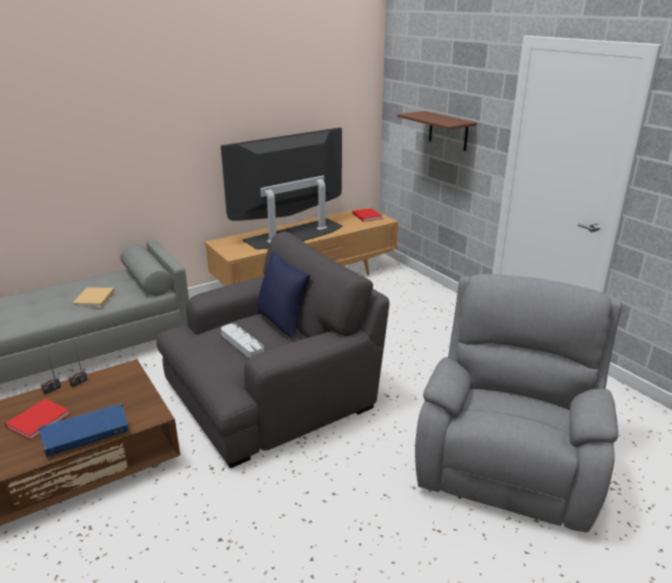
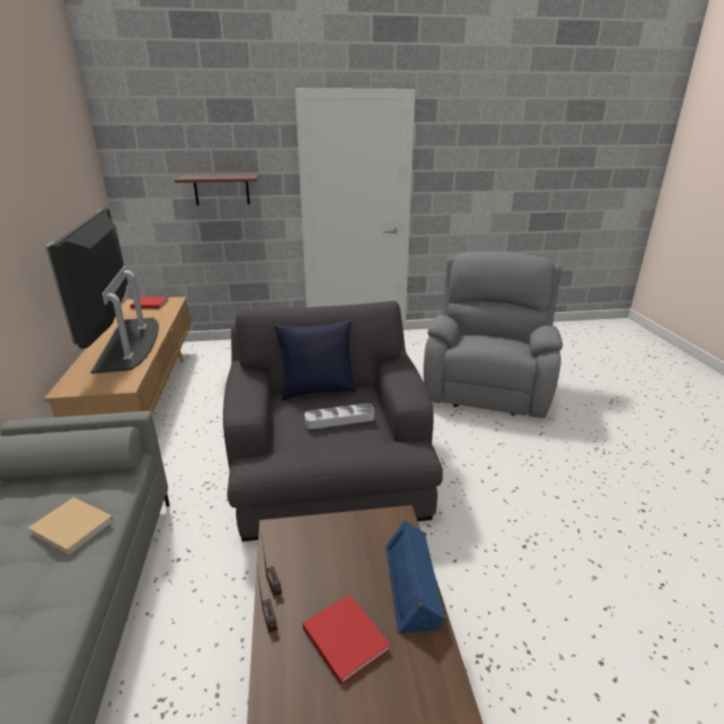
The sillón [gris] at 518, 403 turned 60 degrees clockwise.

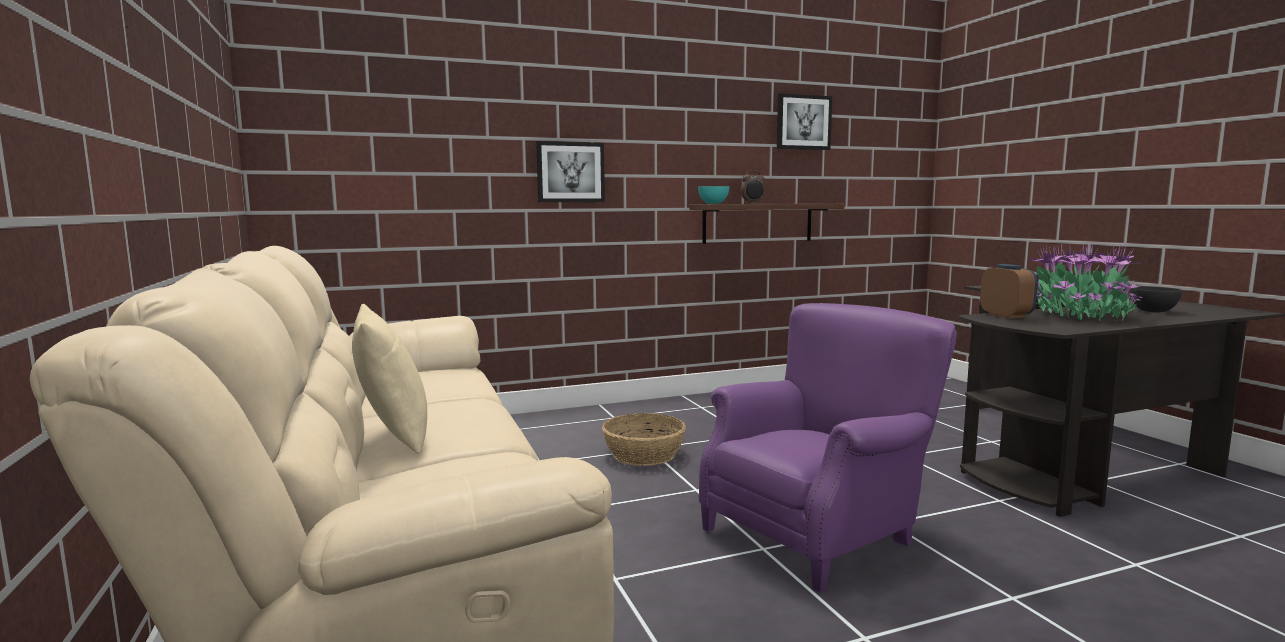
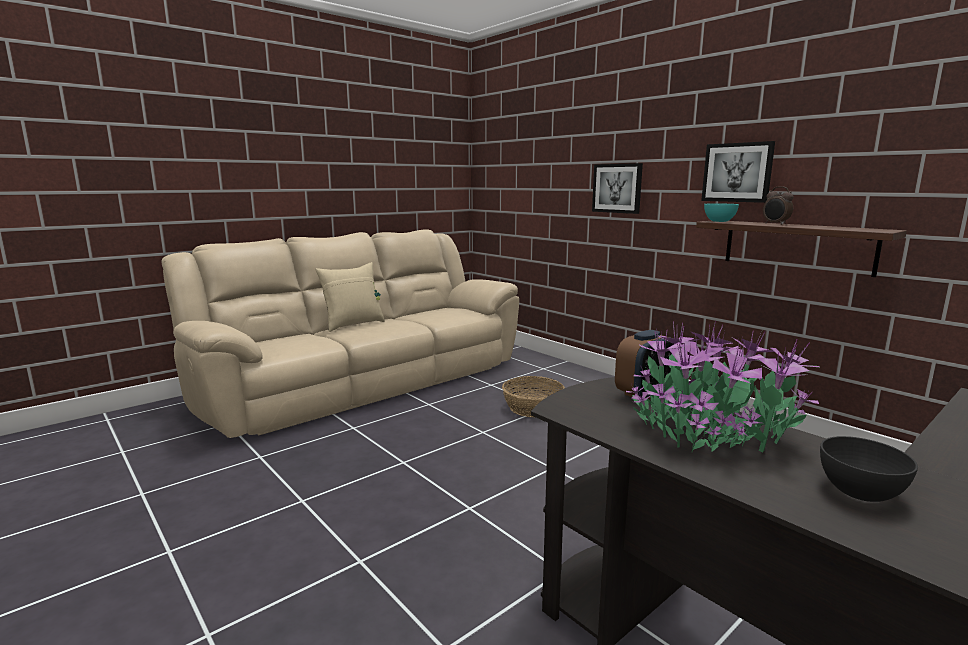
The sillón [morado] at 828, 448 disappeared. The cuadro moved from 804, 121 to 738, 172.

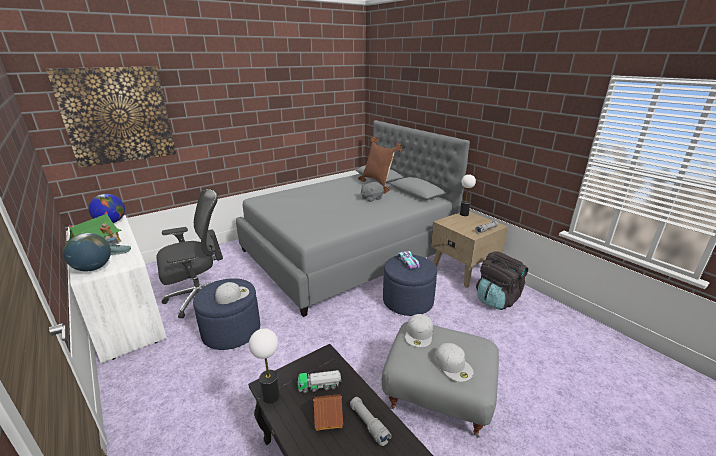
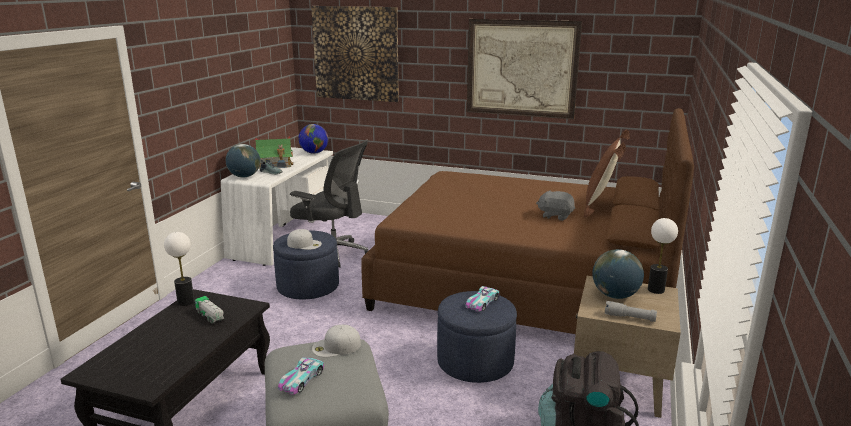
The cama [gris] at 353, 218 became the cama [marrón] at 527, 221. The casita at 328, 412 disappeared. The linterna [gris] at 371, 421 disappeared. The gorra [blanco] at 454, 362 was replaced by the coche de juguete at 301, 376. The cuadro at 524, 69 appeared. The globo terráqueo at 618, 274 appeared.

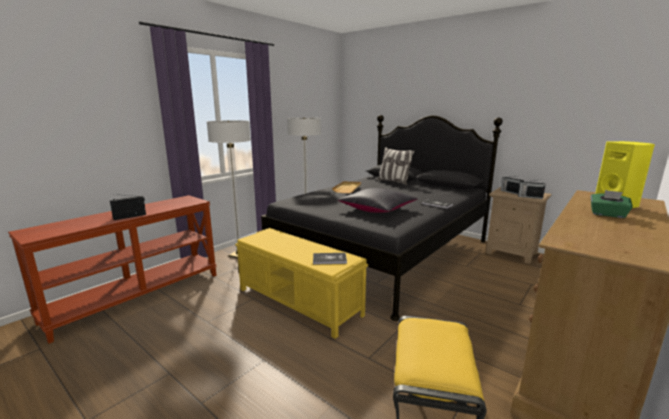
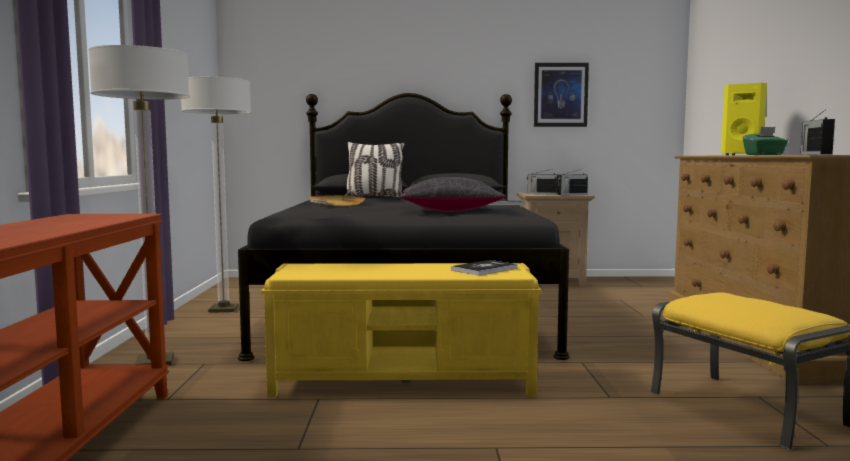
The radio moved from 128, 207 to 817, 132. The cuadro at 561, 95 appeared.

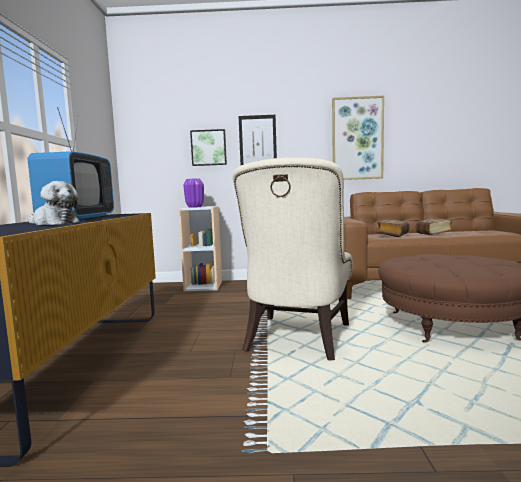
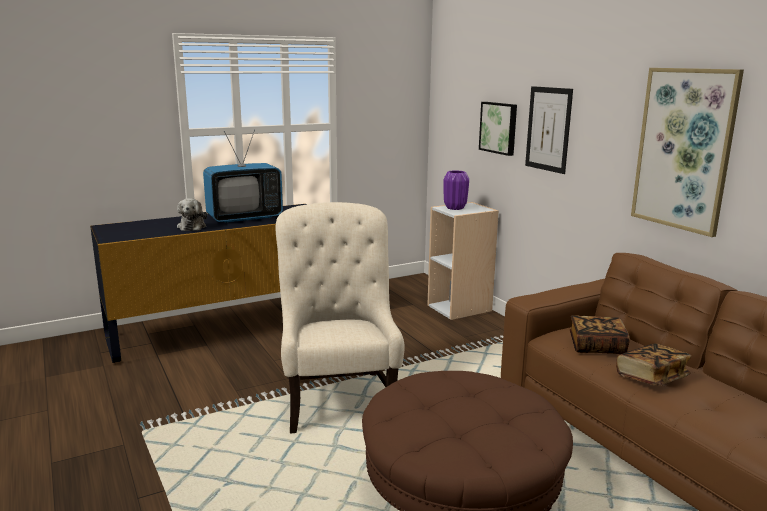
The sillón [beis] at 293, 259 turned 90 degrees clockwise.

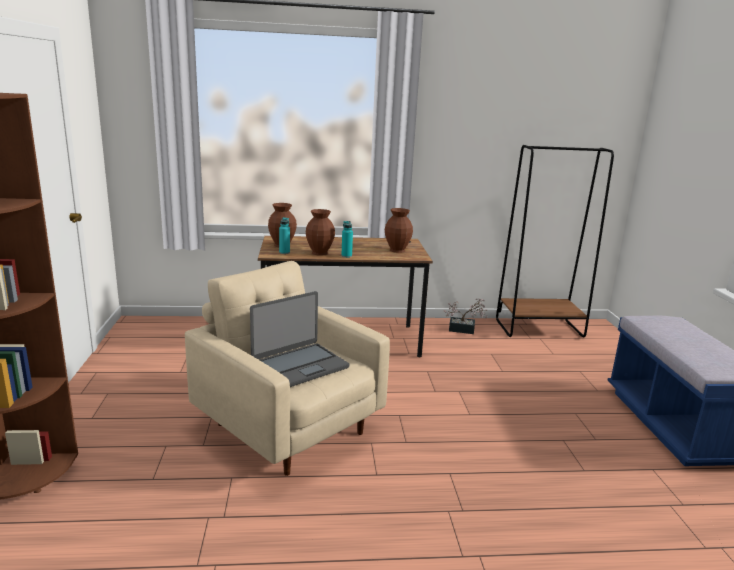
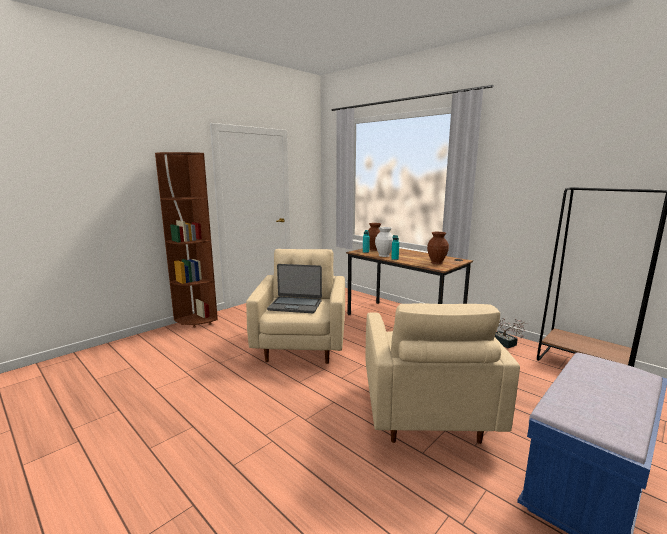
The florero [marrón] at 320, 232 became the florero [blanco] at 384, 242. The sillón [beis] at 443, 373 appeared.

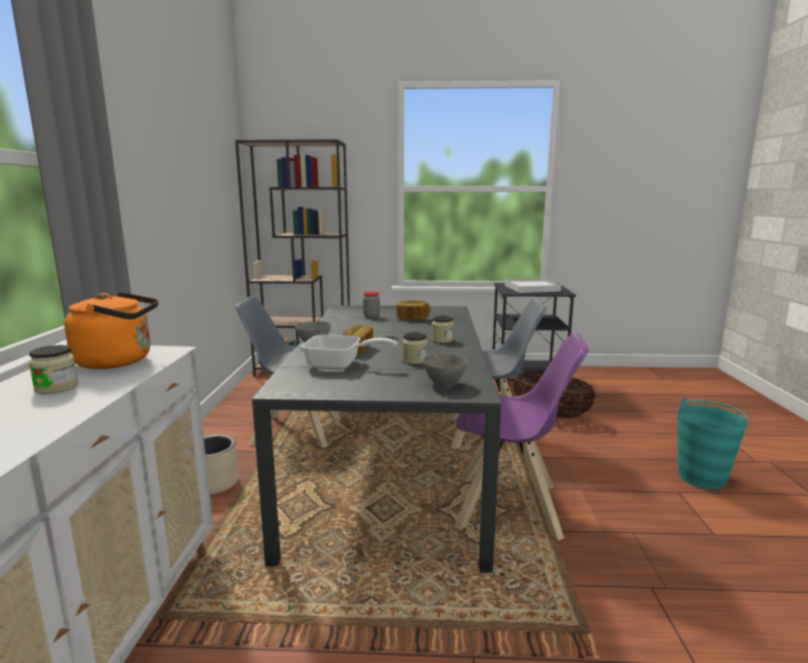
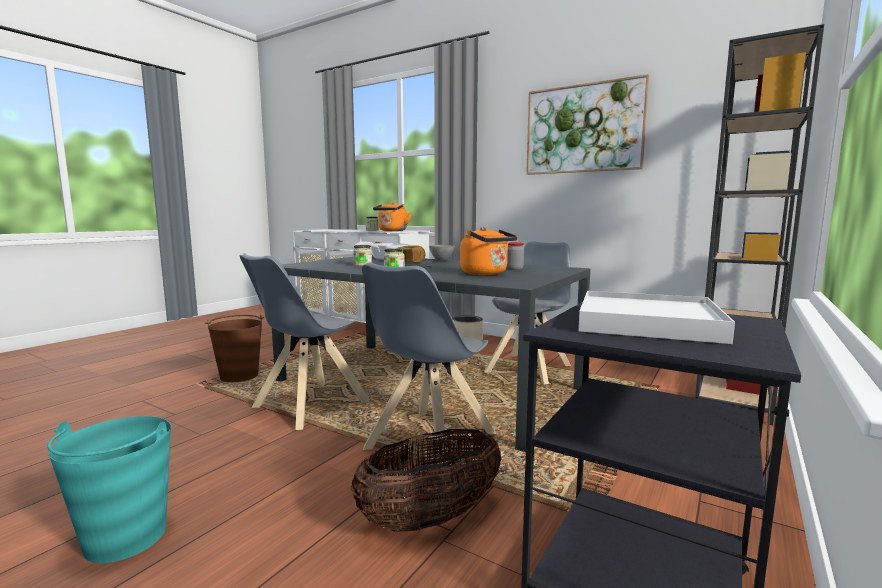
The pan at 413, 310 was replaced by the hervidor [naranja] at 489, 251. The cuenco [gris] at 444, 370 disappeared. The silla [morado] at 521, 437 became the silla [gris] at 304, 341. The cubo [marrón] at 234, 348 appeared. The cuadro at 587, 124 appeared.

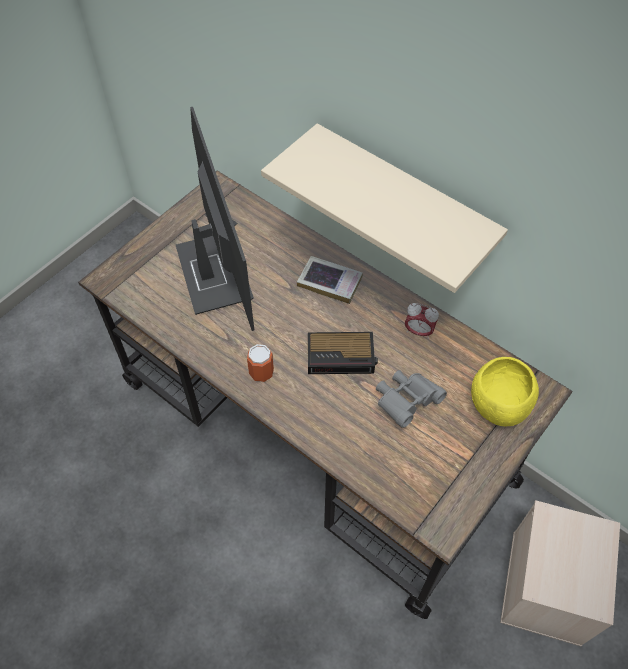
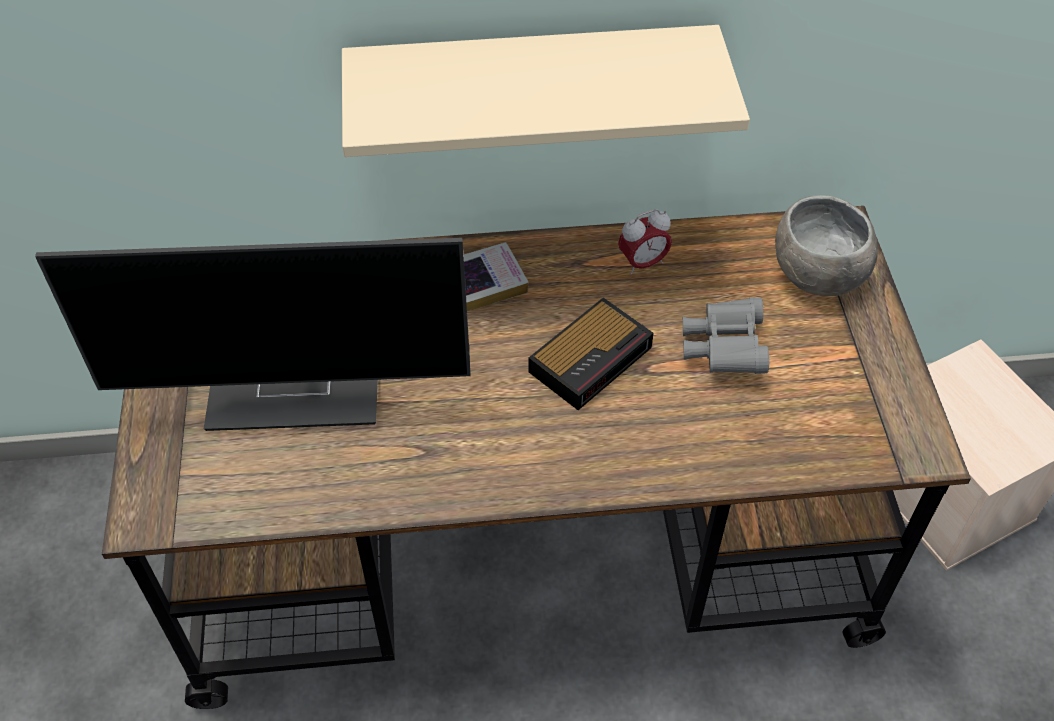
The monitor at 215, 219 turned 150 degrees clockwise. The lata at 260, 363 disappeared. The cuenco [amarillo] at 505, 391 became the cuenco [gris] at 826, 245.

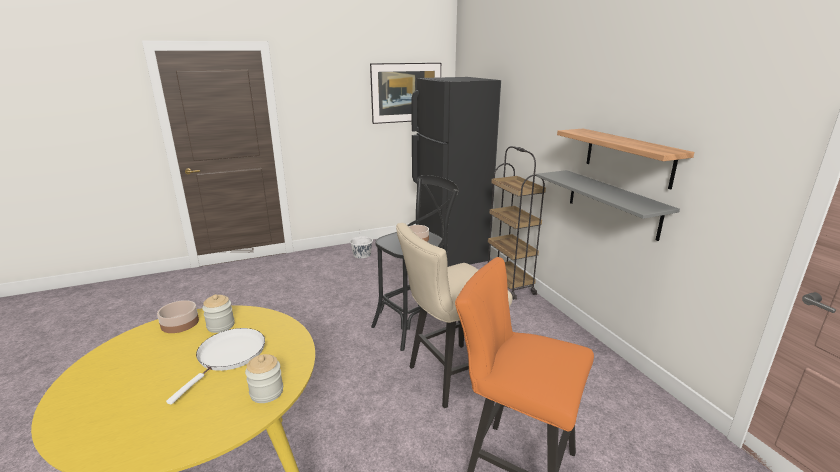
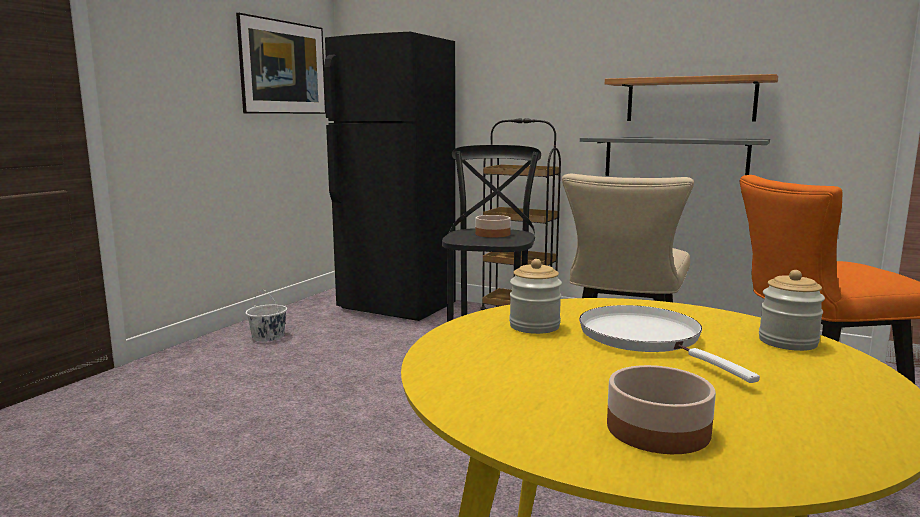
The cuenco moved from 178, 316 to 661, 409.

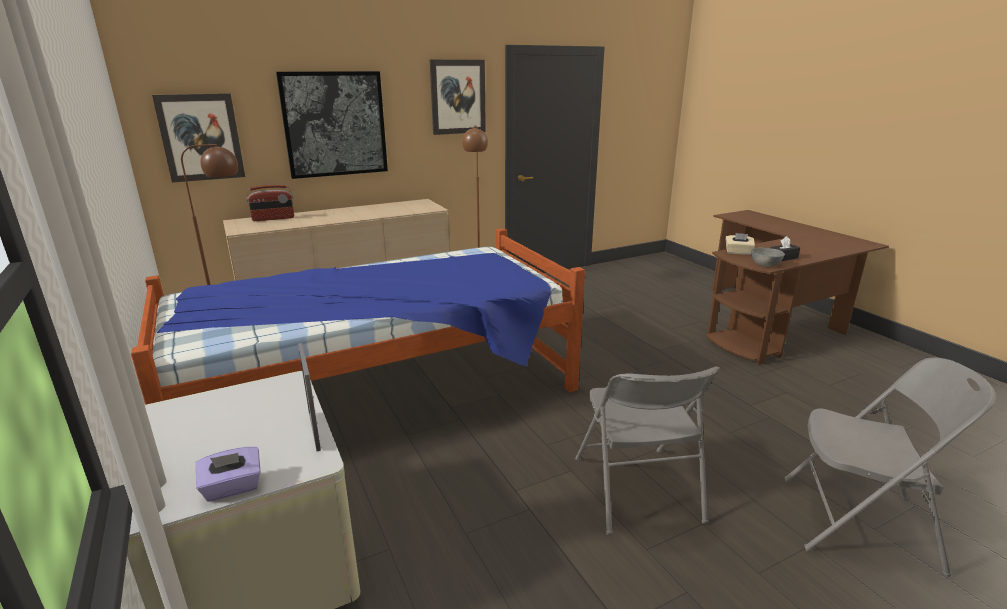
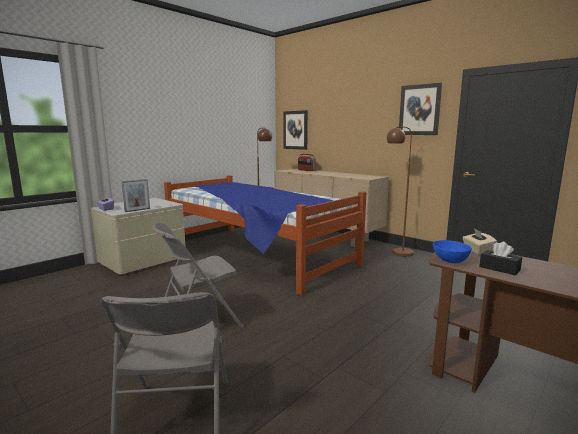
The cuadro at 332, 125 disappeared. The cuenco [gris] at 768, 257 became the cuenco [azul] at 452, 251.

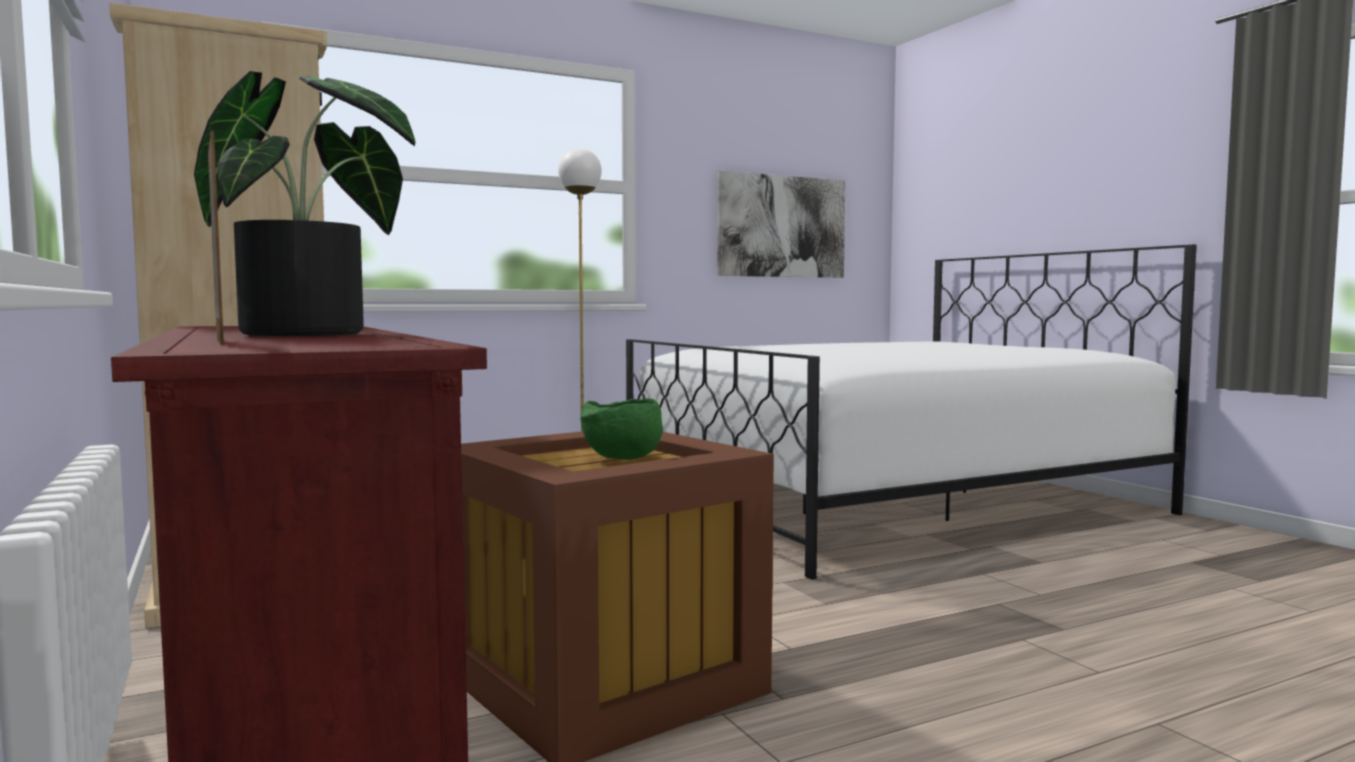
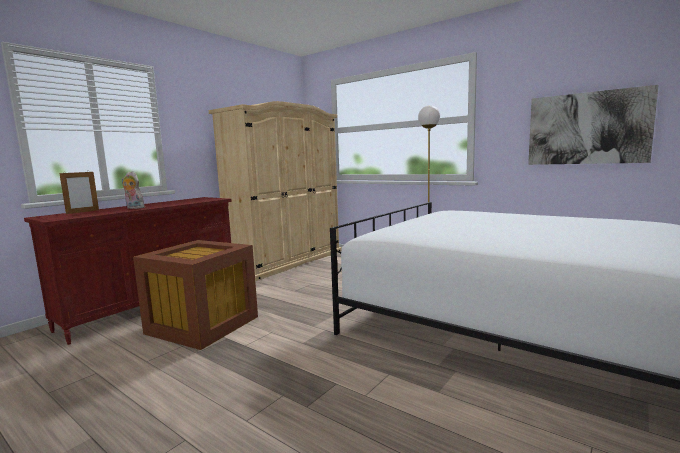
The planta en maceta at 304, 203 was replaced by the peluche at 133, 190. The cuenco [verde] at 621, 429 disappeared.

